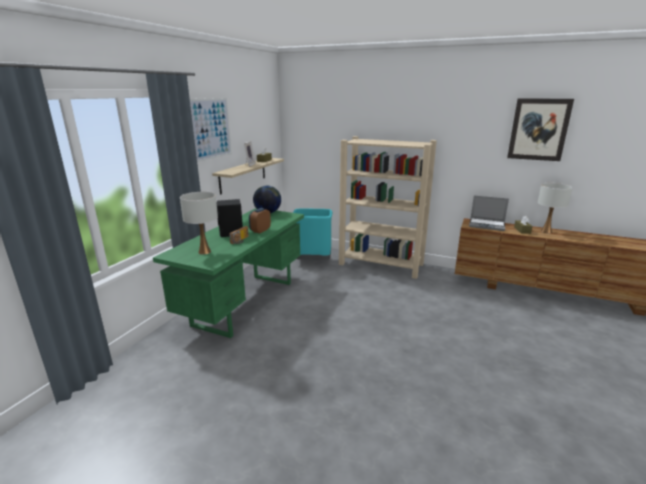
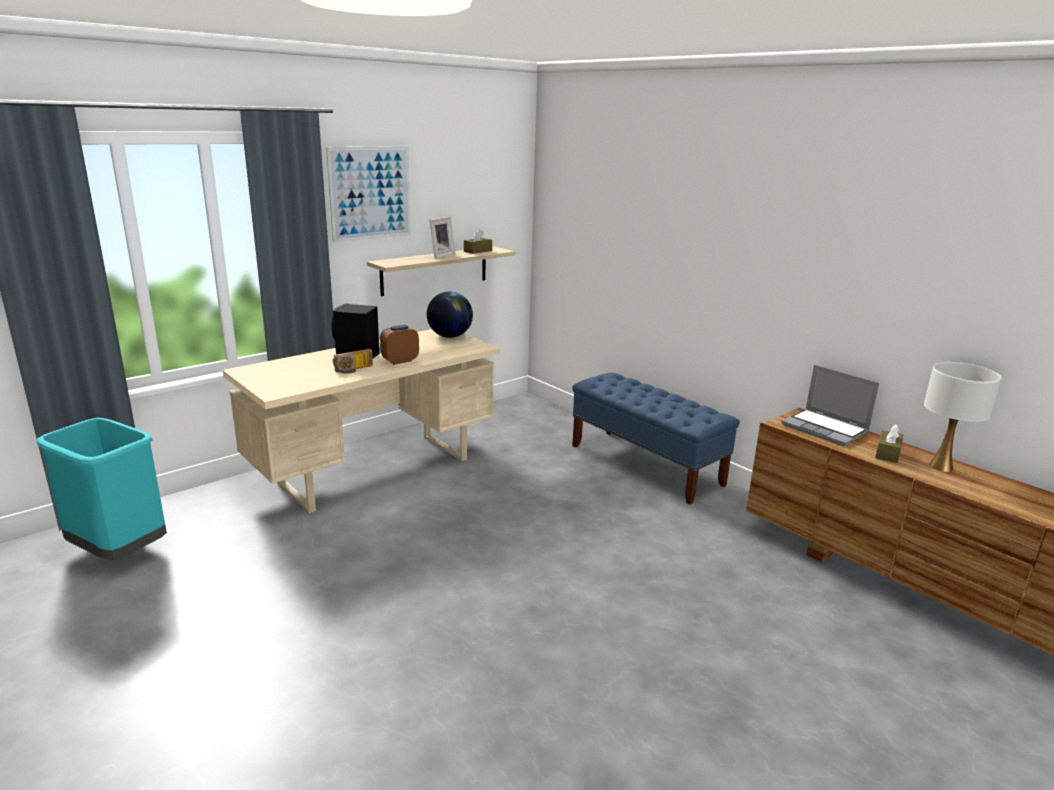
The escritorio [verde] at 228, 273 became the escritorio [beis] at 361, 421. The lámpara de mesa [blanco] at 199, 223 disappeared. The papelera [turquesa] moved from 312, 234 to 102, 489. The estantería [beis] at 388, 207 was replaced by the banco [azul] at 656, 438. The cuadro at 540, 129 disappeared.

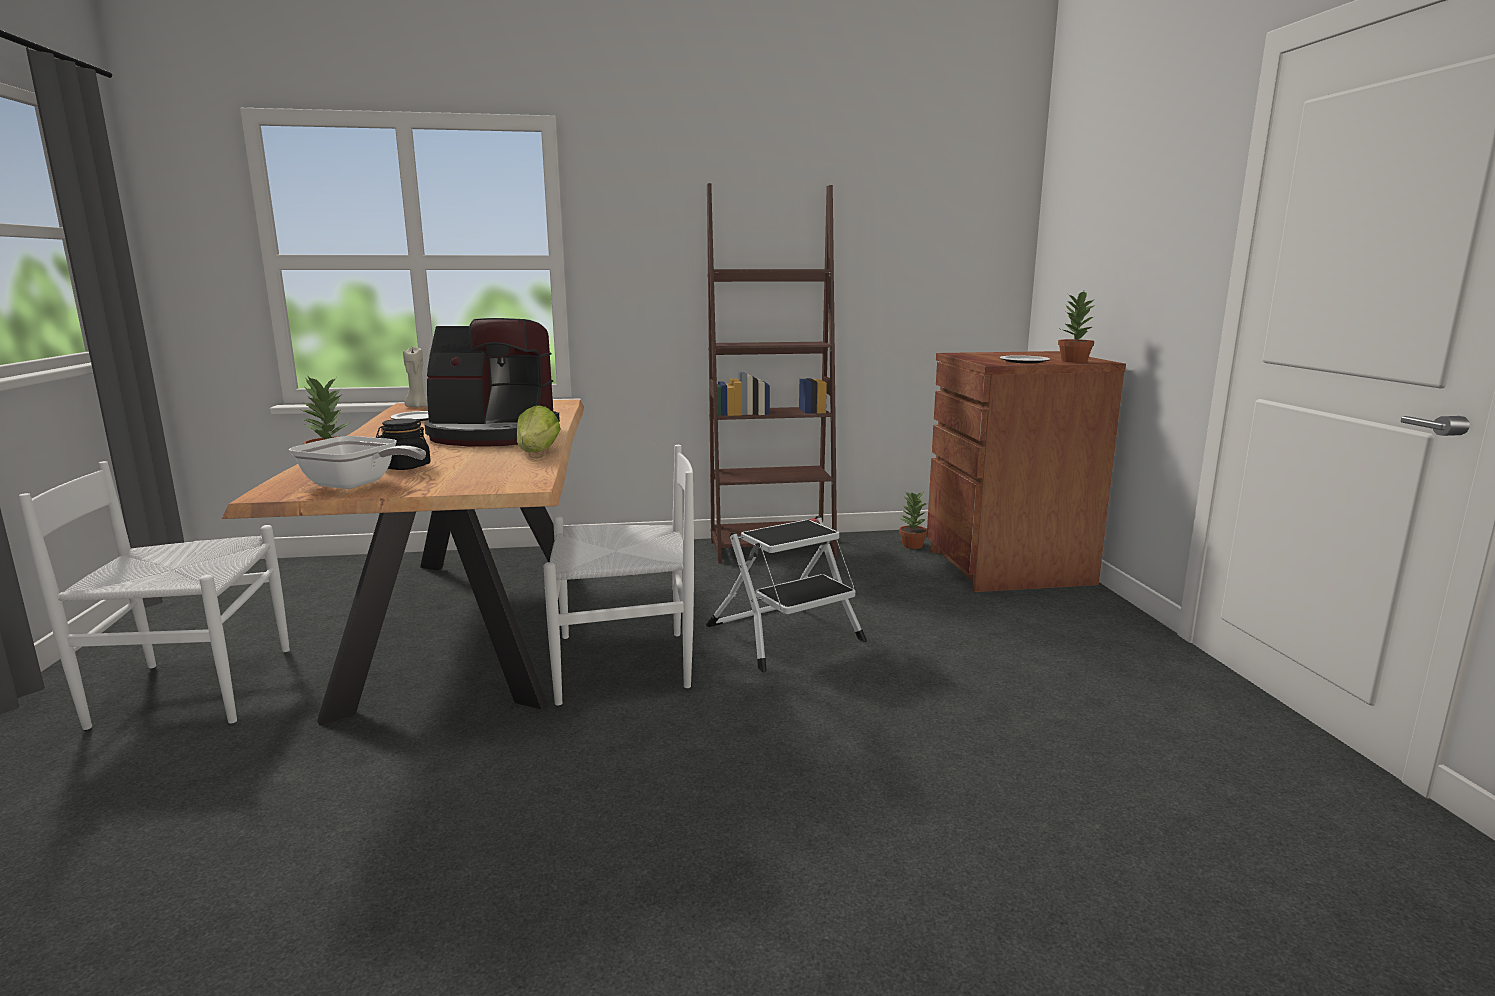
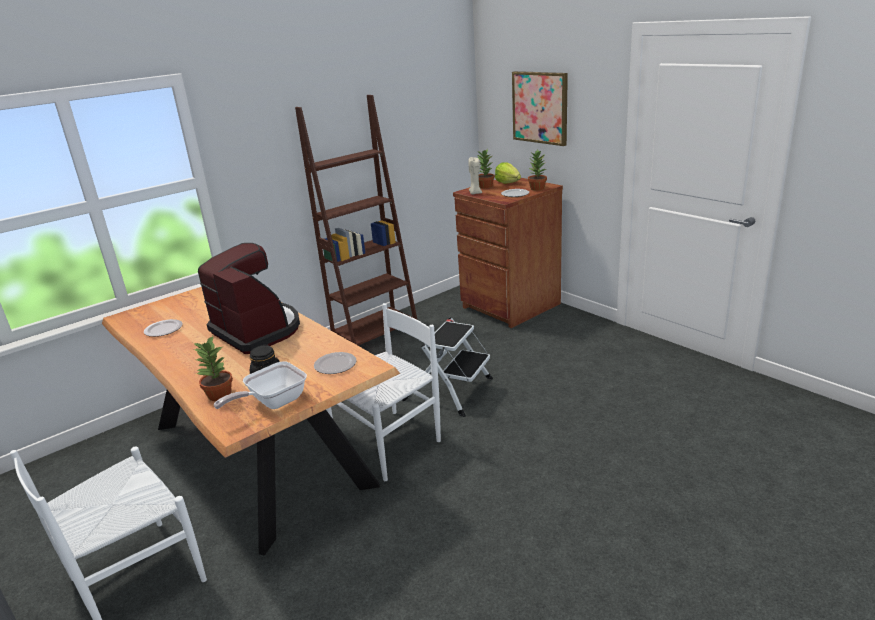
The sartén at 357, 462 turned 150 degrees clockwise. The vela [beis] moved from 415, 377 to 475, 175. The cafetera at 492, 382 turned 105 degrees counterclockwise. The lechuga moved from 539, 428 to 508, 173. The planta en maceta moved from 913, 520 to 485, 169. The plato at 335, 363 appeared. The cuadro at 540, 108 appeared.

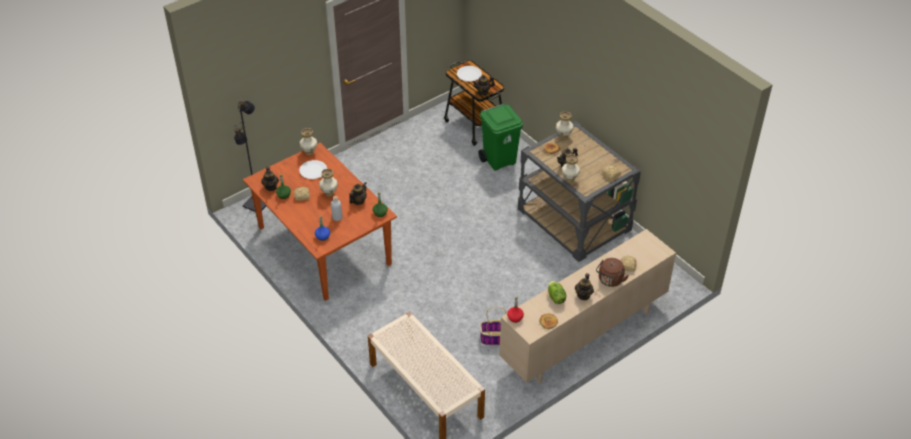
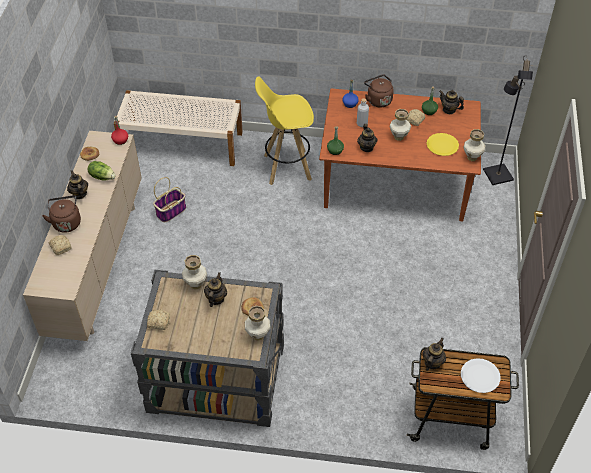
The plato [blanco] at 313, 169 became the plato [amarillo] at 443, 144. The papelera [verde] at 500, 137 disappeared. The taburete [amarillo] at 284, 130 appeared. The hervidor [marrón] at 379, 91 appeared.

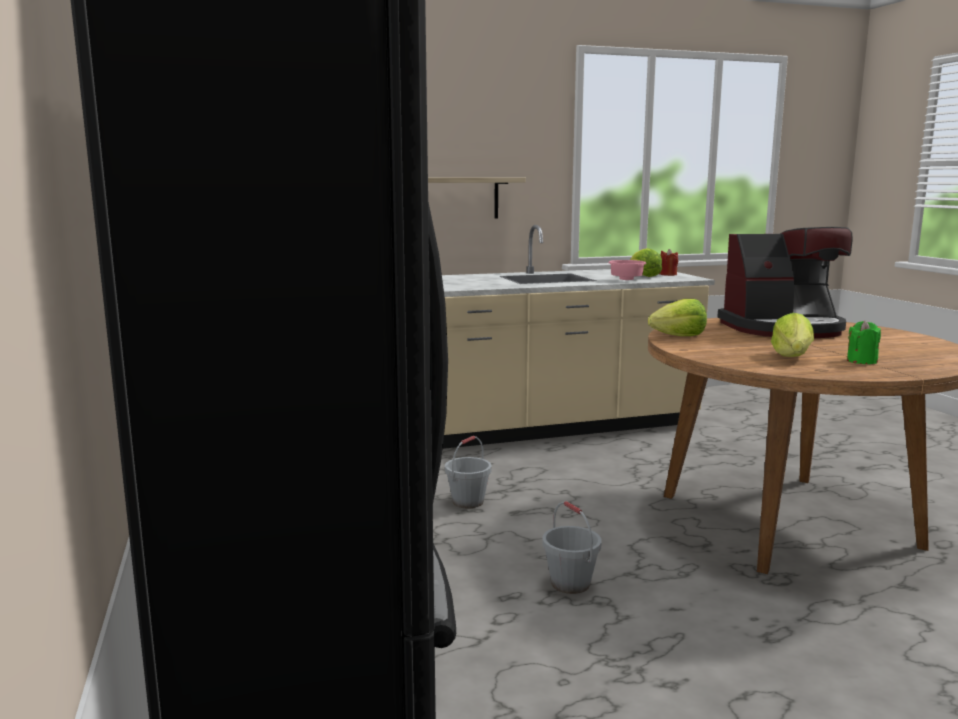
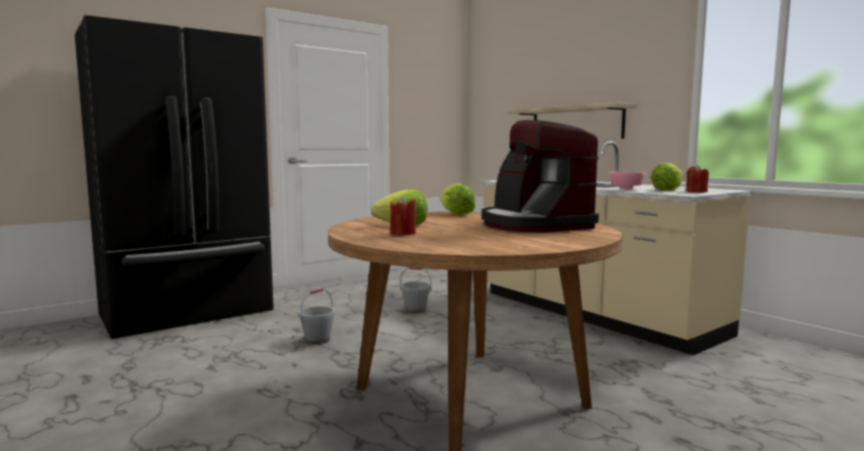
The vela [verde] at 864, 342 became the vela [rojo] at 403, 215.

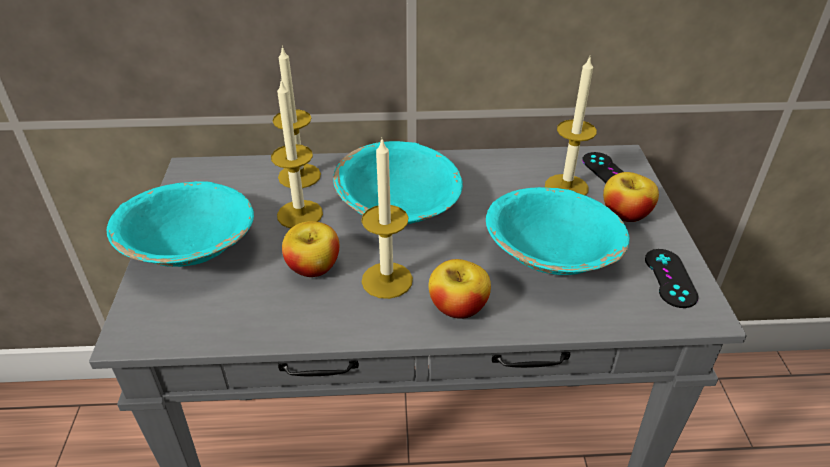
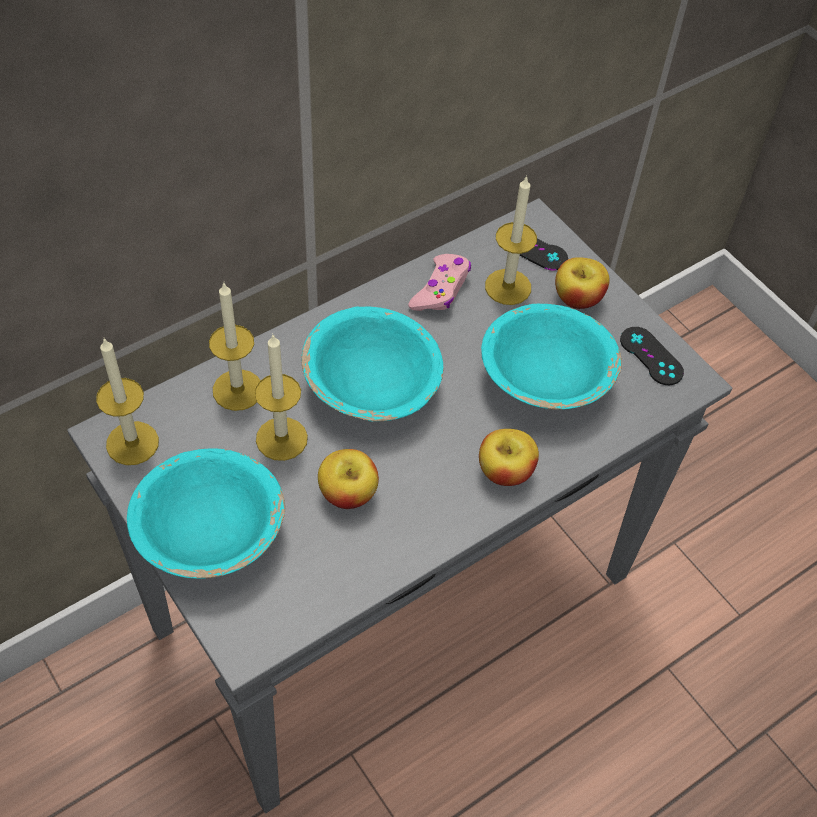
The vela moved from 387, 218 to 127, 401. The mando de consola [rosa] at 439, 282 appeared.

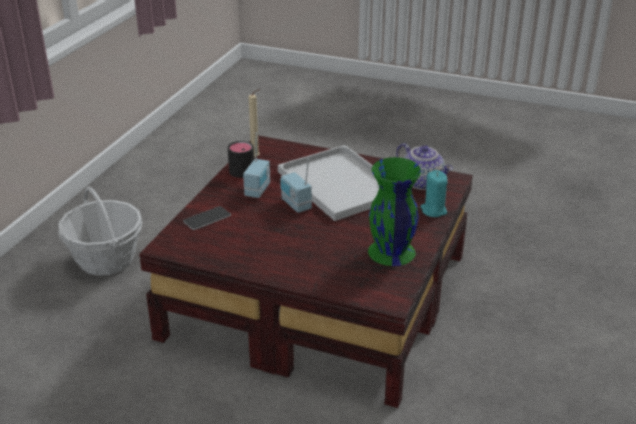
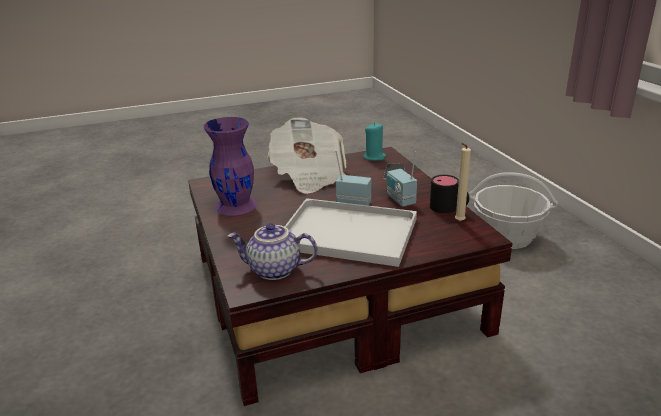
The florero [verde] at 394, 211 became the florero [morado] at 230, 166. The vela [turquesa] moved from 434, 193 to 374, 142. The periódico at 306, 155 appeared.

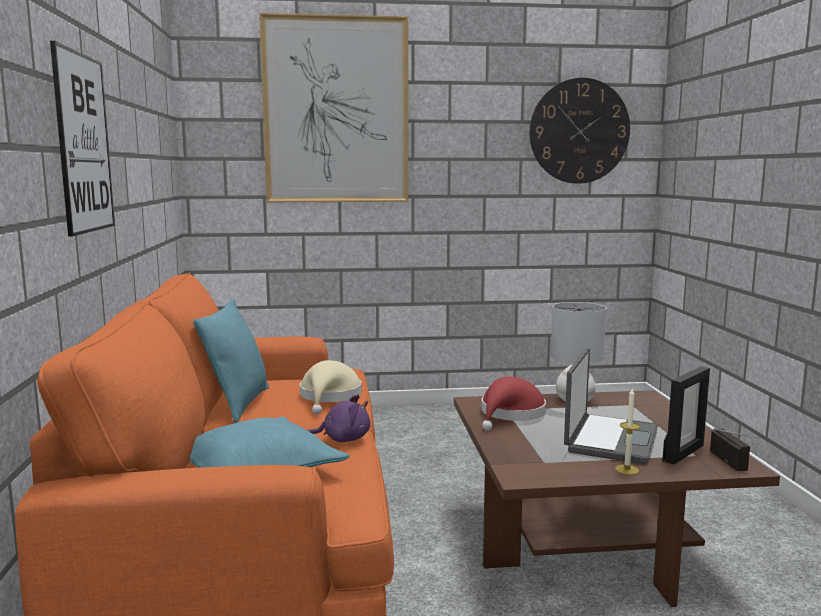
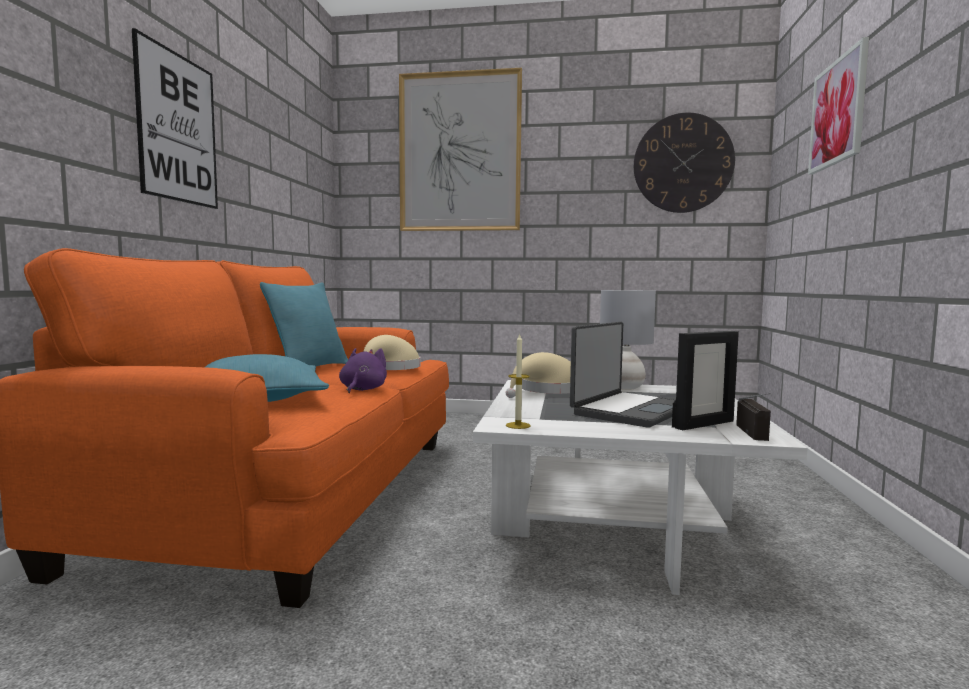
The peluche [morado] at 339, 418 turned 90 degrees counterclockwise. The mesa de centro [marrón] at 617, 498 became the mesa de centro [blanco] at 640, 487. The sombrero [rojo] at 514, 403 became the sombrero [beis] at 538, 375. The vela moved from 627, 432 to 518, 381. The cuadro at 838, 106 appeared.

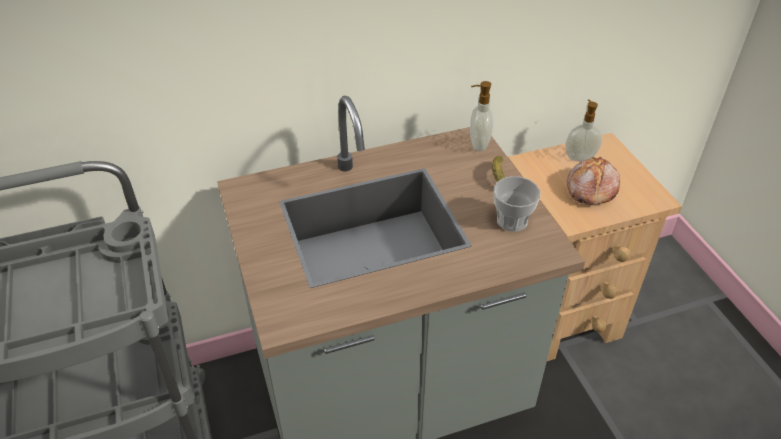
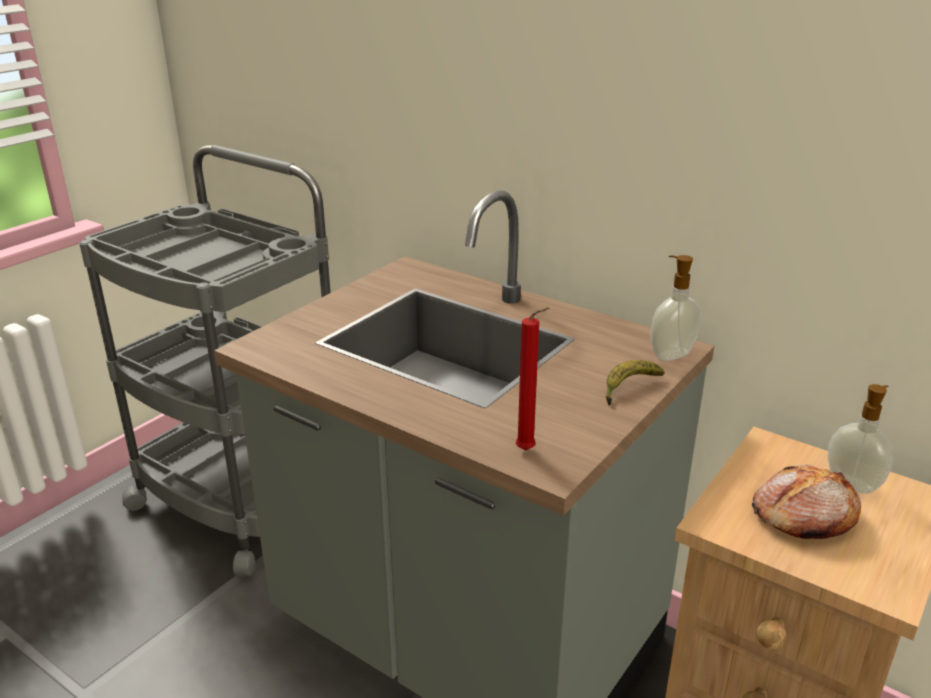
The taza at 517, 204 disappeared. The vela [rojo] at 532, 378 appeared.

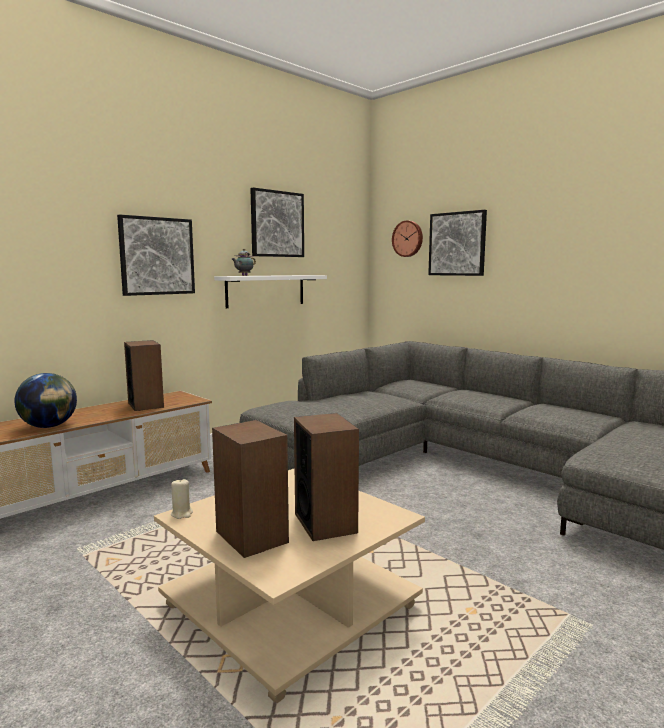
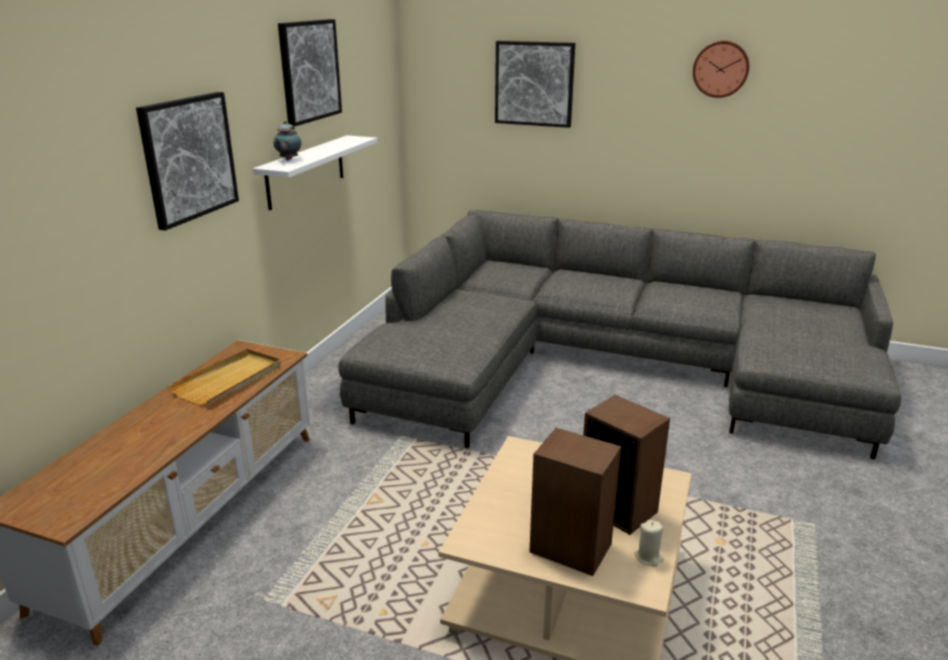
The globo terráqueo at 46, 400 disappeared. The altavoz at 144, 375 was replaced by the bandeja [beis] at 224, 377. The vela [beis] moved from 182, 499 to 649, 543. The reloj de pared moved from 407, 238 to 721, 69.

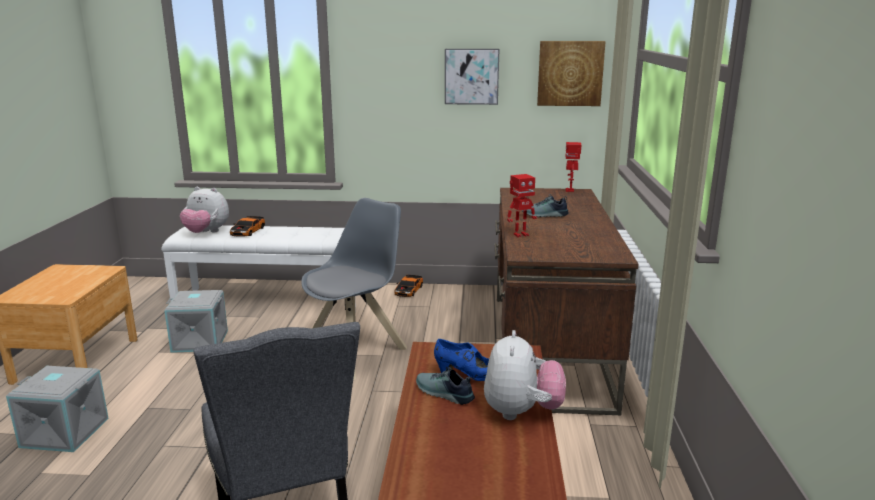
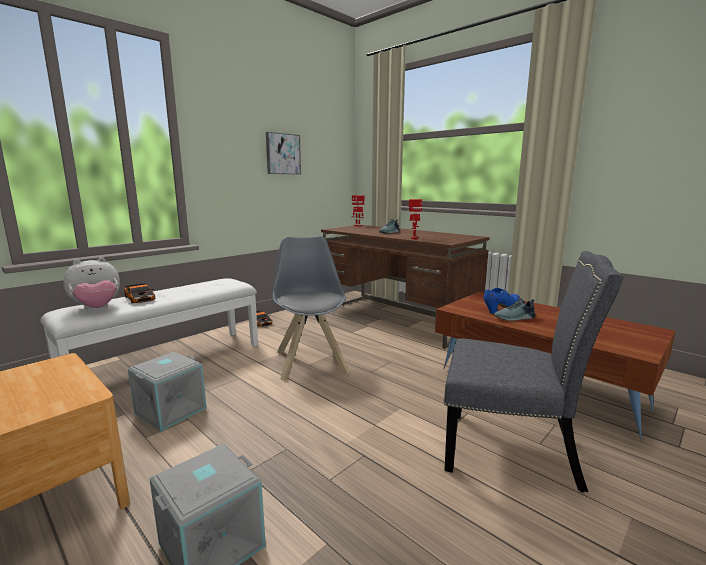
The peluche at 525, 375 disappeared. The cuadro at 571, 73 disappeared.

